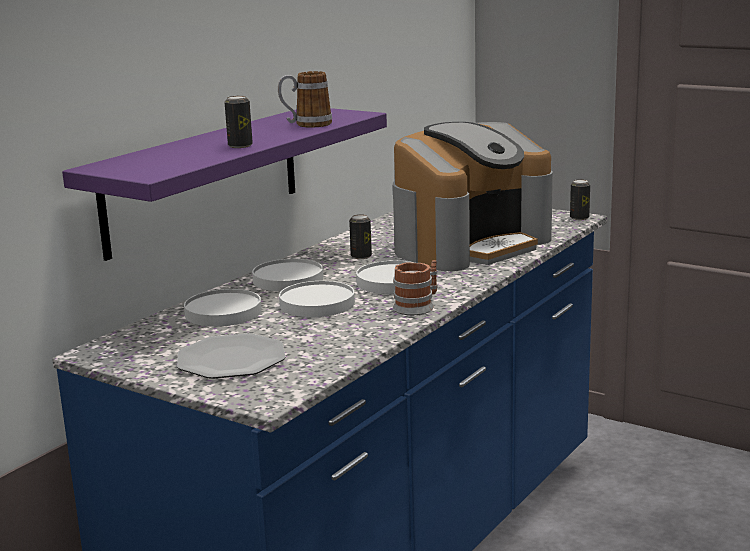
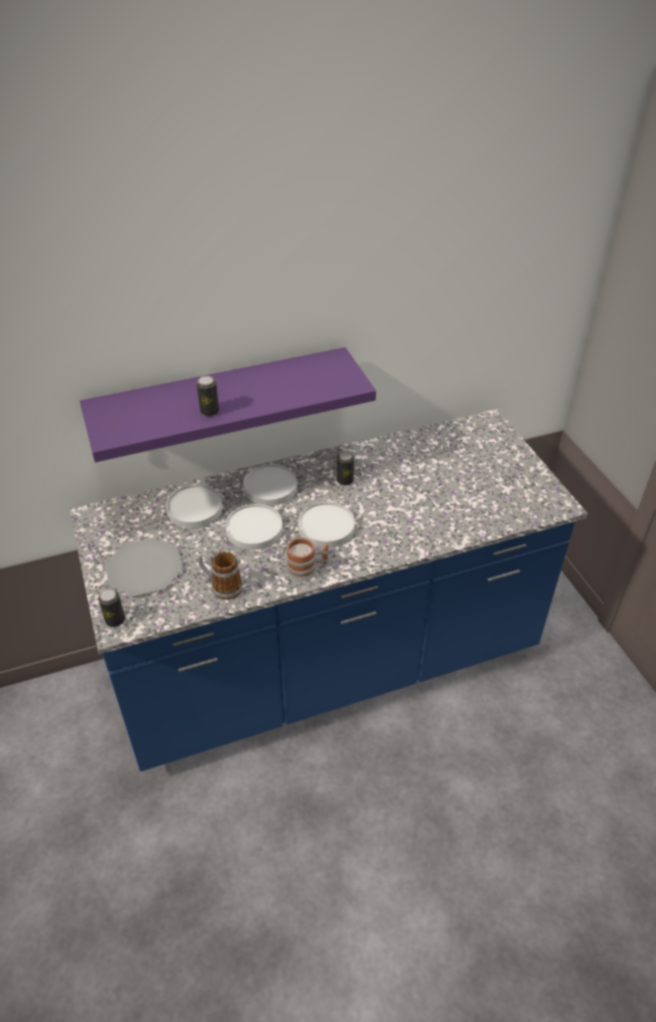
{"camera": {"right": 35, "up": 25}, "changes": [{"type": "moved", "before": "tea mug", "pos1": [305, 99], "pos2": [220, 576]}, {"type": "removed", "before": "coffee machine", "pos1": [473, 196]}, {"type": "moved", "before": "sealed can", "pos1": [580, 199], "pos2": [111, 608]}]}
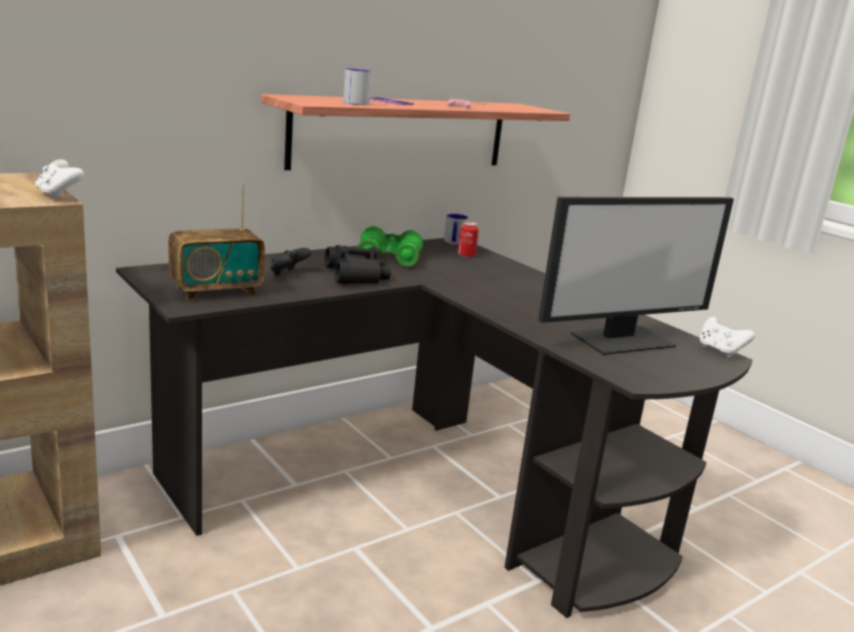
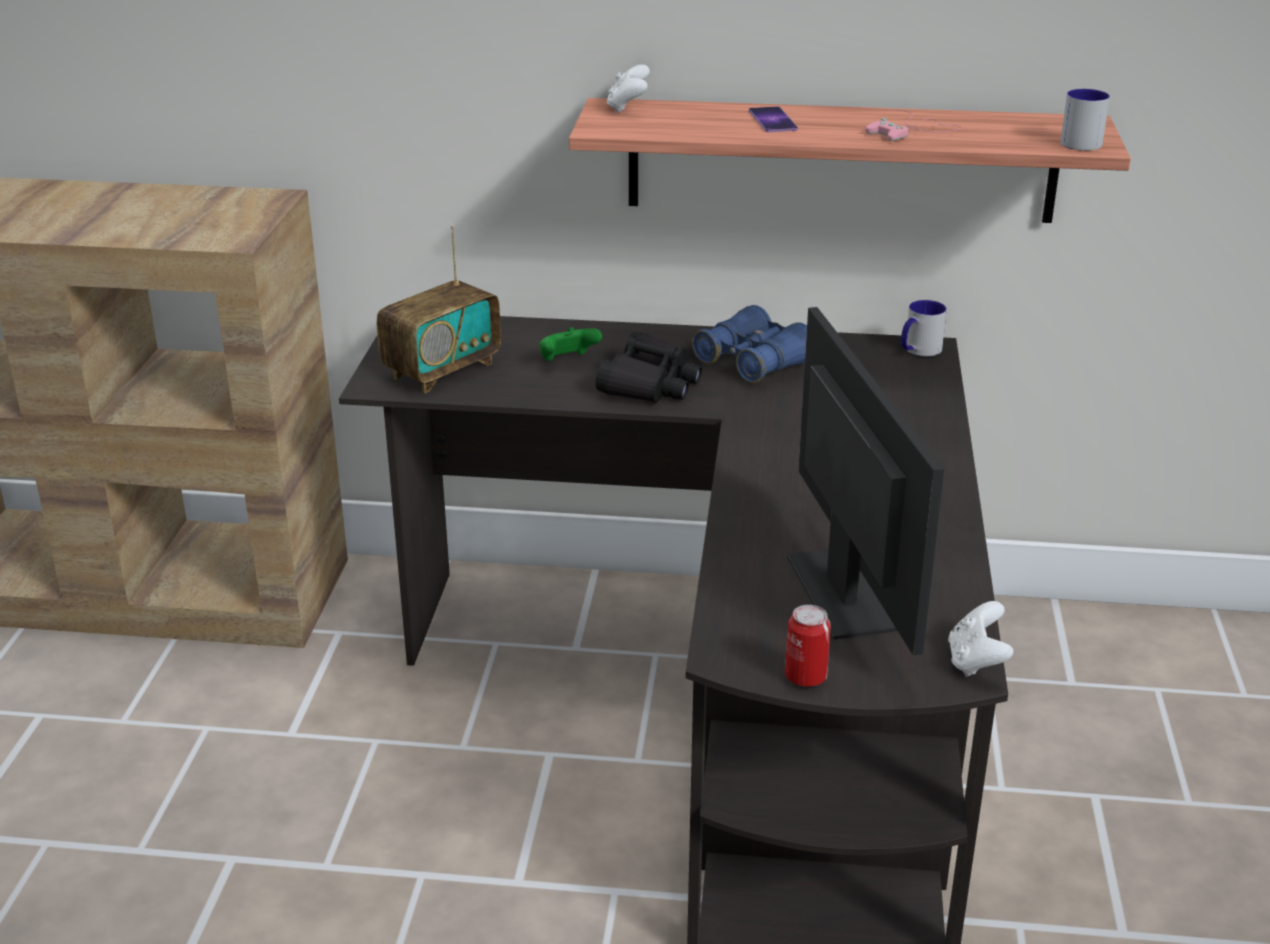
{"camera": {"right": 45, "up": 10}, "changes": [{"type": "moved", "before": "white game controller", "pos1": [59, 179], "pos2": [628, 88]}, {"type": "turned", "before": "radio set", "pos1": [216, 241], "pos2": [439, 309], "turn": -60}, {"type": "recoloured", "before": "black-coloured game controller", "after": "greenish game controller", "pos1": [290, 262], "pos2": [570, 344]}, {"type": "moved", "before": "tea mug", "pos1": [357, 87], "pos2": [1085, 120]}, {"type": "recoloured", "before": "greenish field glasses", "after": "blue field glasses", "pos1": [390, 246], "pos2": [749, 344]}, {"type": "moved", "before": "sealed can", "pos1": [468, 240], "pos2": [808, 646]}, {"type": "turned", "before": "computer screen", "pos1": [636, 276], "pos2": [865, 481], "turn": -120}]}
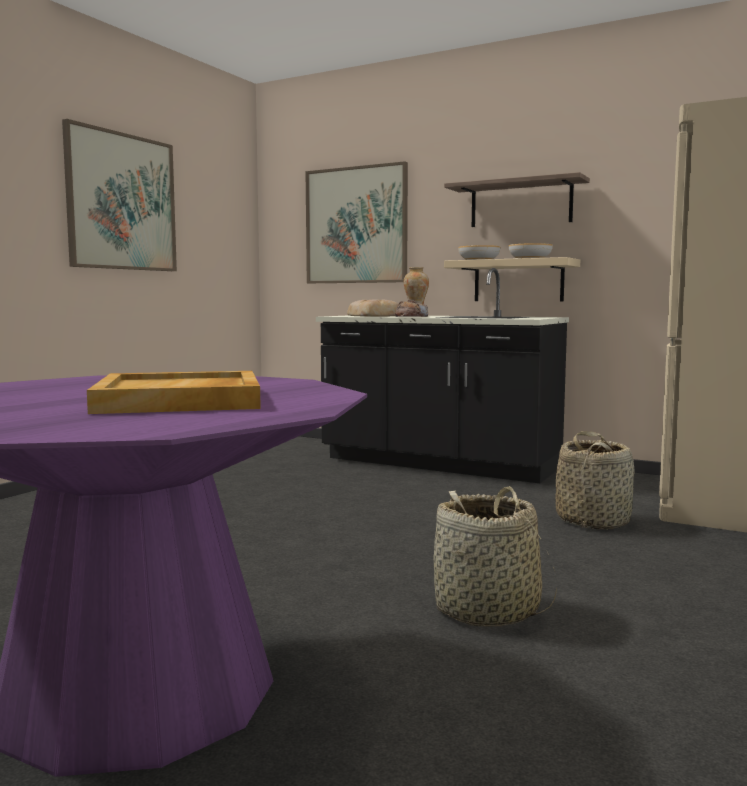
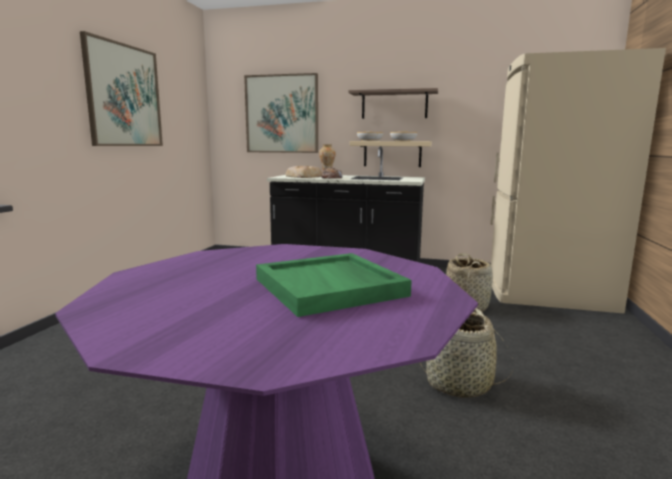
{"camera": {"right": -15, "up": 5}, "changes": [{"type": "recoloured", "before": "beige carrying tray", "after": "greenish carrying tray", "pos1": [174, 392], "pos2": [334, 285]}]}
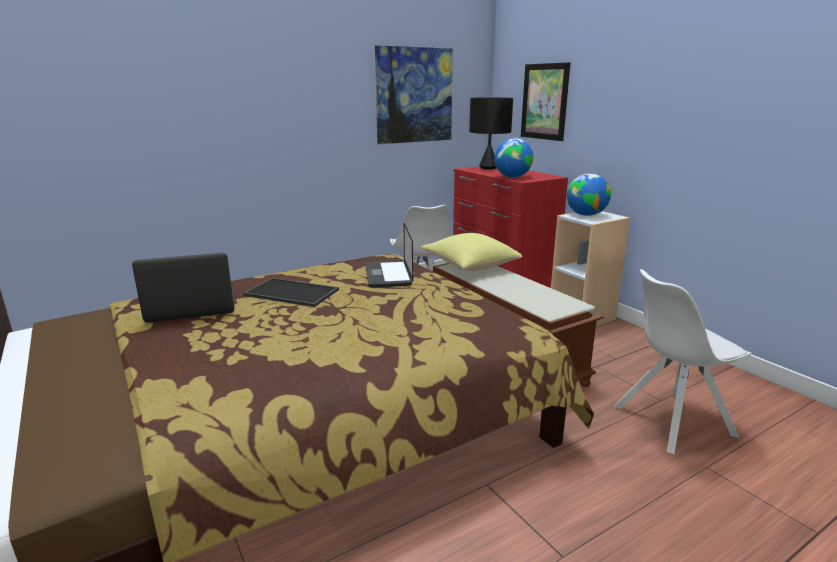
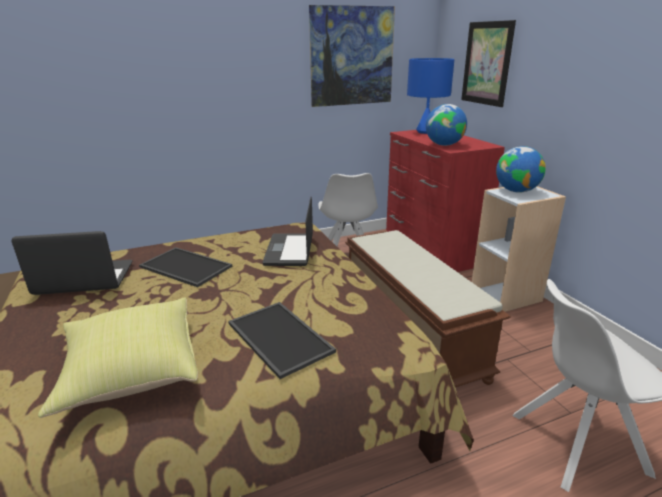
{"camera": {"right": 10, "up": 5}, "changes": [{"type": "moved", "before": "yellowish cushion", "pos1": [471, 252], "pos2": [118, 358]}, {"type": "recoloured", "before": "black-coloured lamp for a table", "after": "blue lamp for a table", "pos1": [491, 133], "pos2": [430, 96]}, {"type": "added", "after": "carrying tray", "pos2": [282, 340]}]}
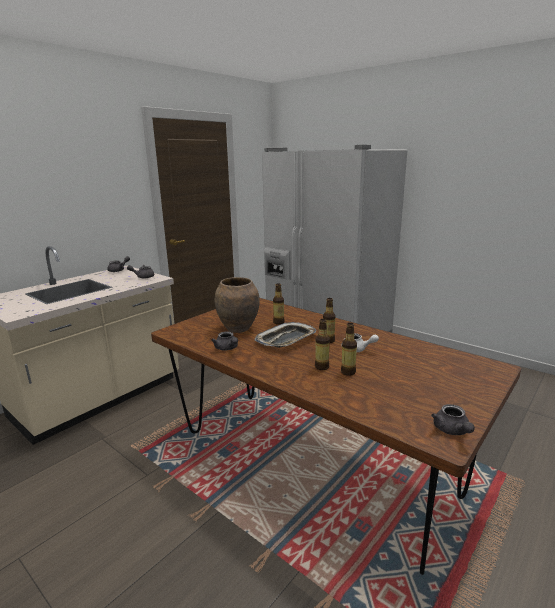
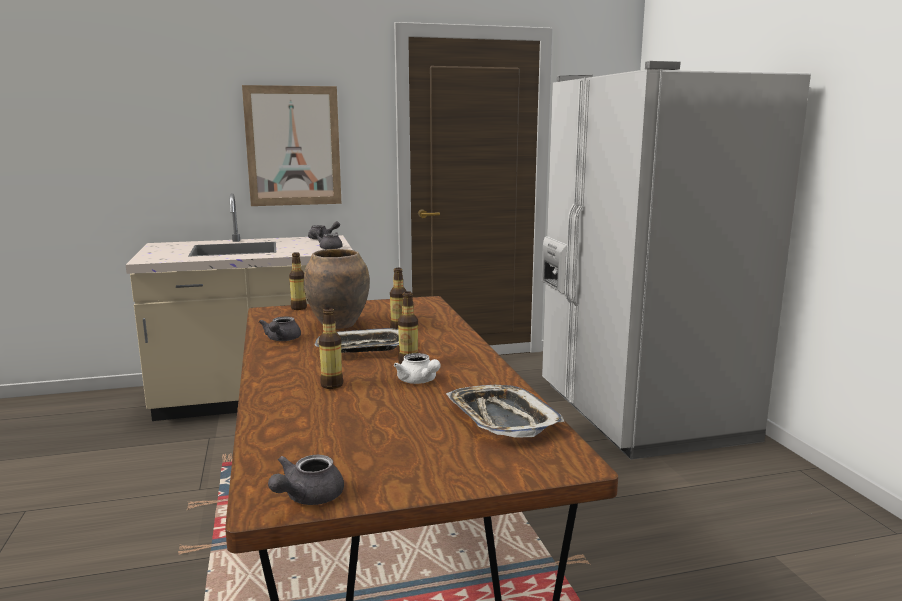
{"camera": {"right": 35, "up": -5}, "changes": [{"type": "moved", "before": "beverage bottle", "pos1": [349, 349], "pos2": [298, 281]}, {"type": "added", "after": "wall art", "pos2": [292, 145]}, {"type": "added", "after": "carrying tray", "pos2": [505, 411]}]}
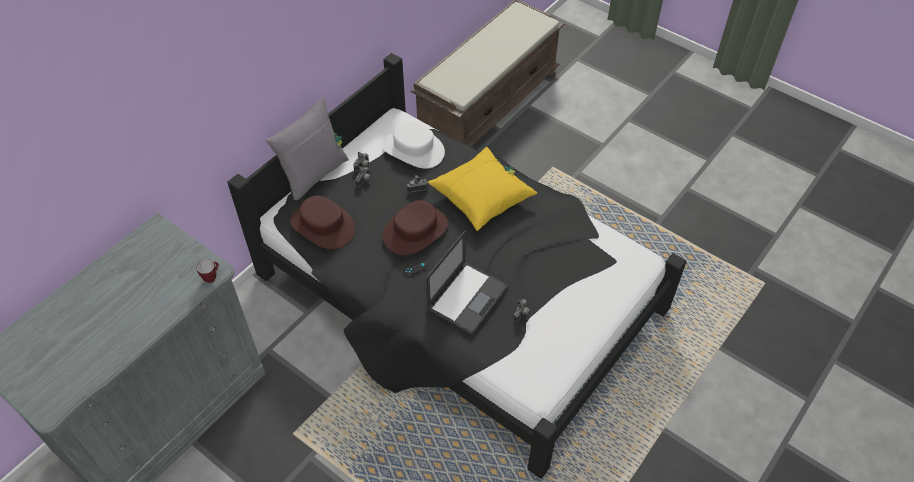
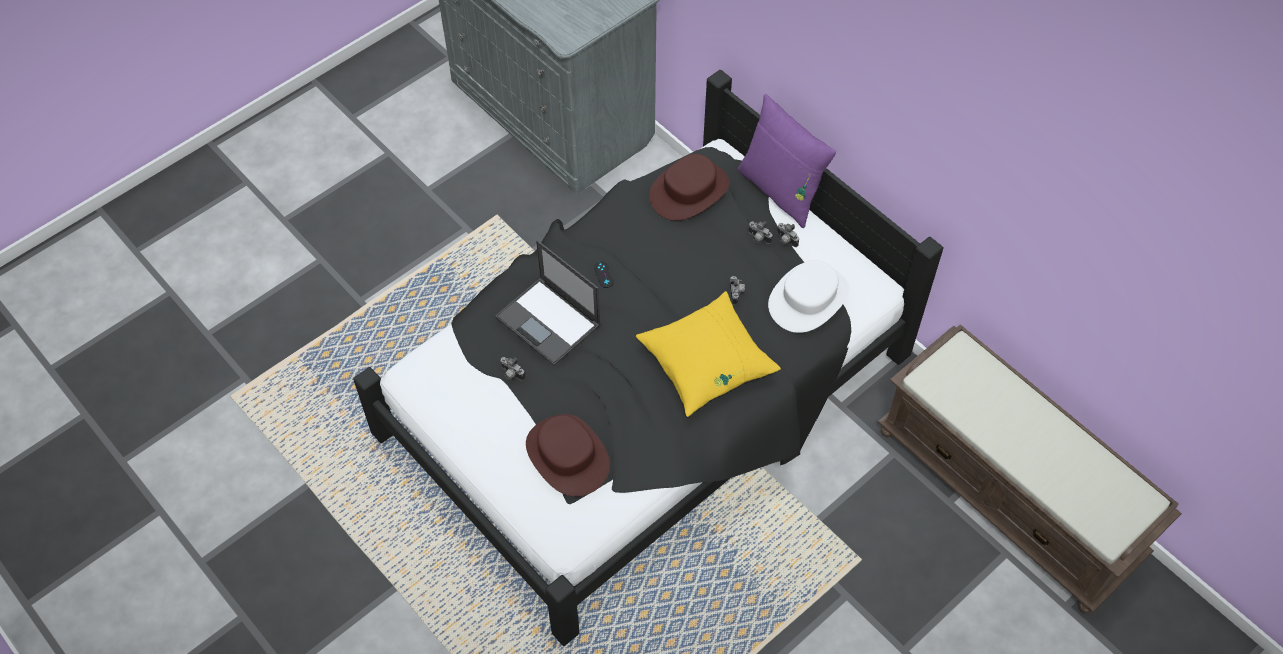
{"camera": {"right": 100, "up": 5}, "changes": [{"type": "removed", "before": "tea mug", "pos1": [207, 271]}, {"type": "recoloured", "before": "gray cushion", "after": "purplish cushion", "pos1": [307, 148], "pos2": [787, 161]}, {"type": "moved", "before": "brown-coloured clothing hat", "pos1": [415, 228], "pos2": [568, 455]}]}
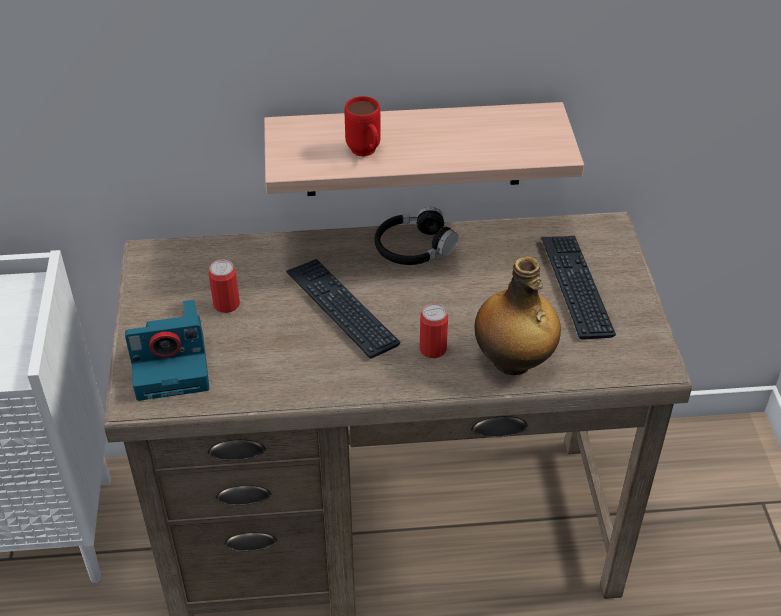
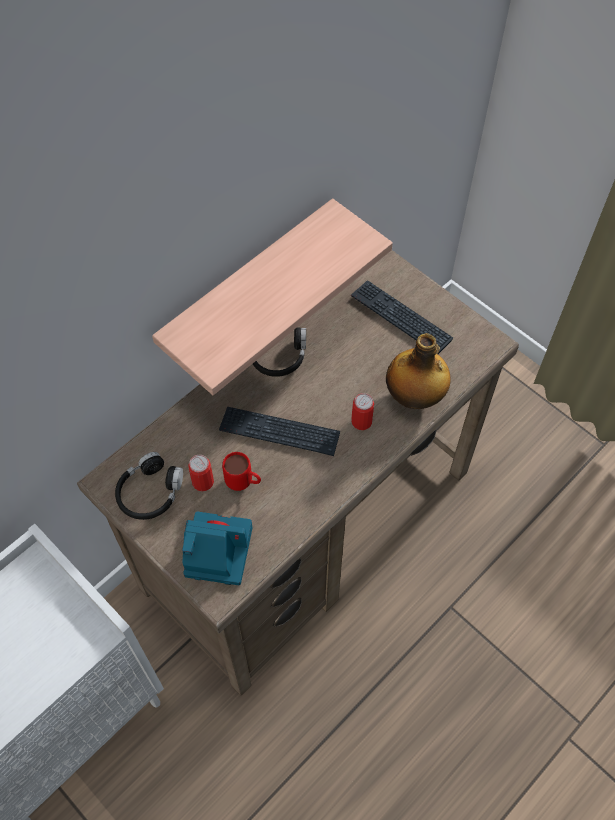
{"camera": {"right": -40, "up": 15}, "changes": [{"type": "turned", "before": "photo camera", "pos1": [167, 350], "pos2": [217, 548], "turn": -120}, {"type": "moved", "before": "red tea mug", "pos1": [363, 126], "pos2": [241, 471]}, {"type": "added", "after": "black-coloured headset", "pos2": [149, 486]}]}
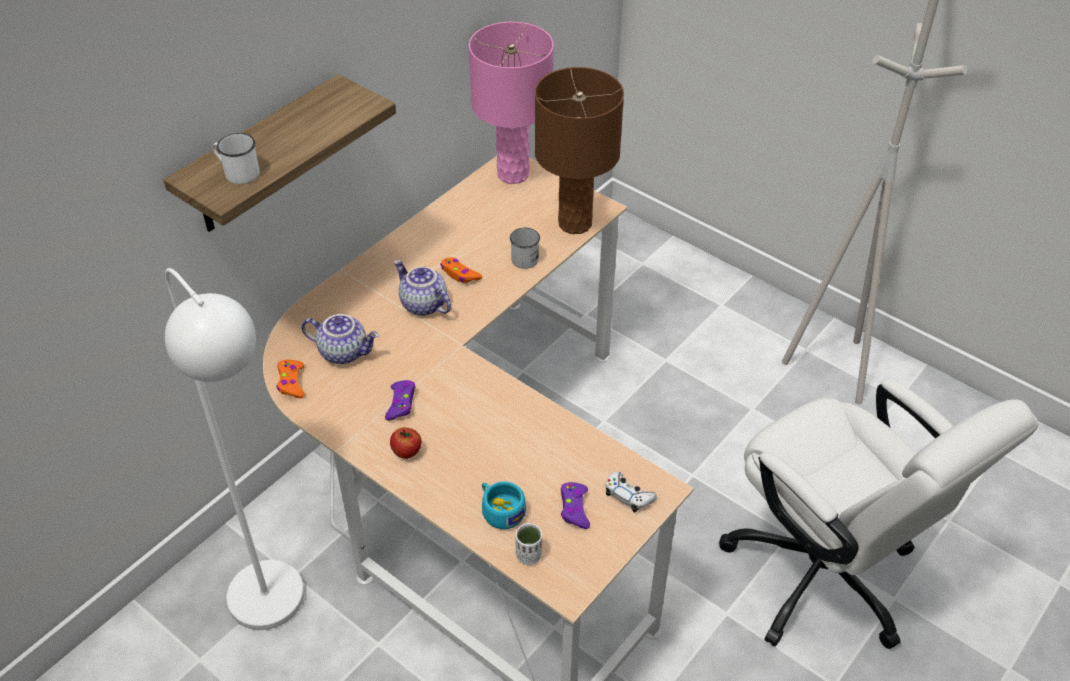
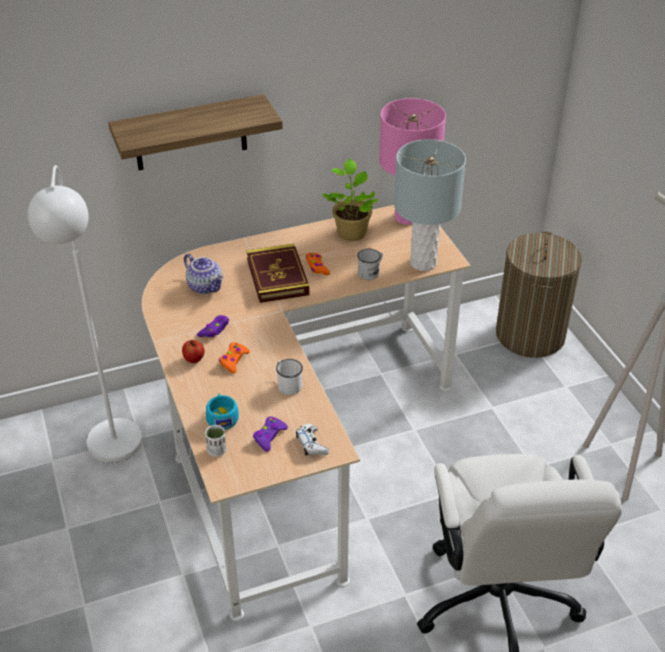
{"camera": {"right": 30, "up": -5}, "changes": [{"type": "moved", "before": "white tea mug", "pos1": [236, 158], "pos2": [289, 377]}, {"type": "moved", "before": "orange game controller", "pos1": [291, 379], "pos2": [234, 358]}, {"type": "replaced", "before": "pot for tea", "after": "book", "pos1": [422, 288], "pos2": [278, 273]}, {"type": "recoloured", "before": "brown-coloured lamp for a table", "after": "gray lamp for a table", "pos1": [579, 150], "pos2": [430, 205]}, {"type": "added", "after": "houseplant", "pos2": [350, 200]}, {"type": "added", "after": "laundry basket", "pos2": [539, 295]}]}
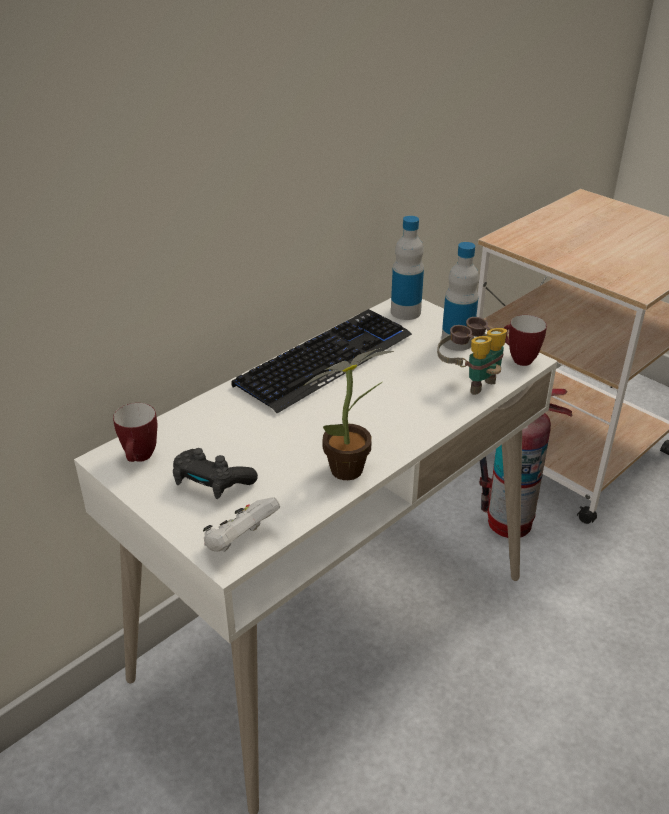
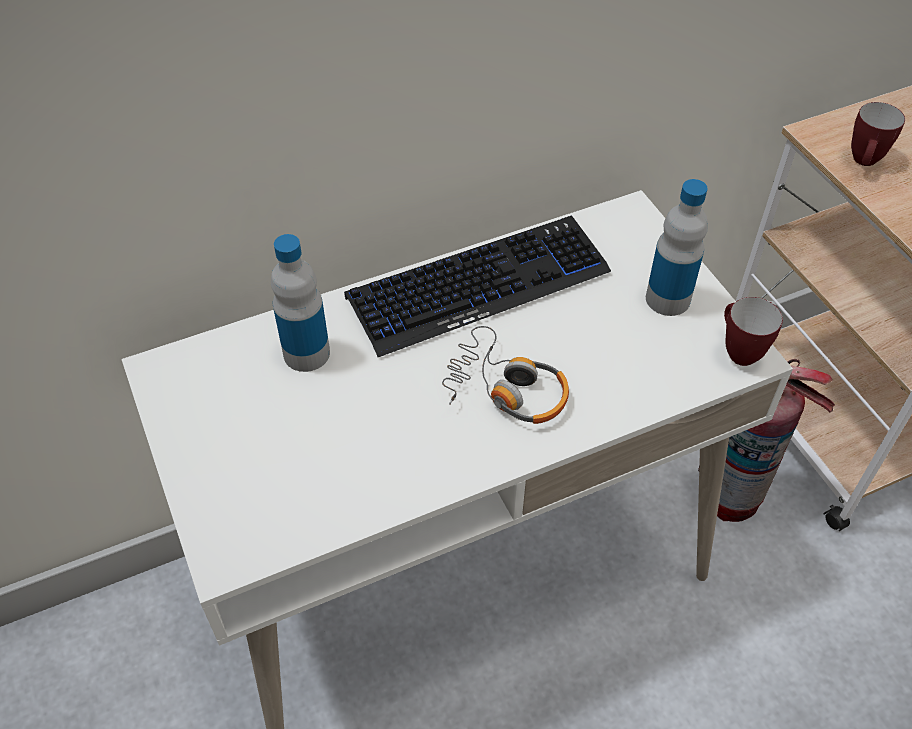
{"camera": {"right": 20, "up": 15}, "changes": [{"type": "moved", "before": "tea mug", "pos1": [135, 432], "pos2": [878, 134]}, {"type": "removed", "before": "black-coloured game controller", "pos1": [215, 473]}, {"type": "removed", "before": "white game controller", "pos1": [241, 524]}, {"type": "removed", "before": "houseplant", "pos1": [348, 414]}, {"type": "moved", "before": "beverage bottle", "pos1": [407, 268], "pos2": [300, 303]}, {"type": "removed", "before": "field glasses", "pos1": [472, 356]}, {"type": "added", "after": "headset", "pos2": [505, 375]}]}
